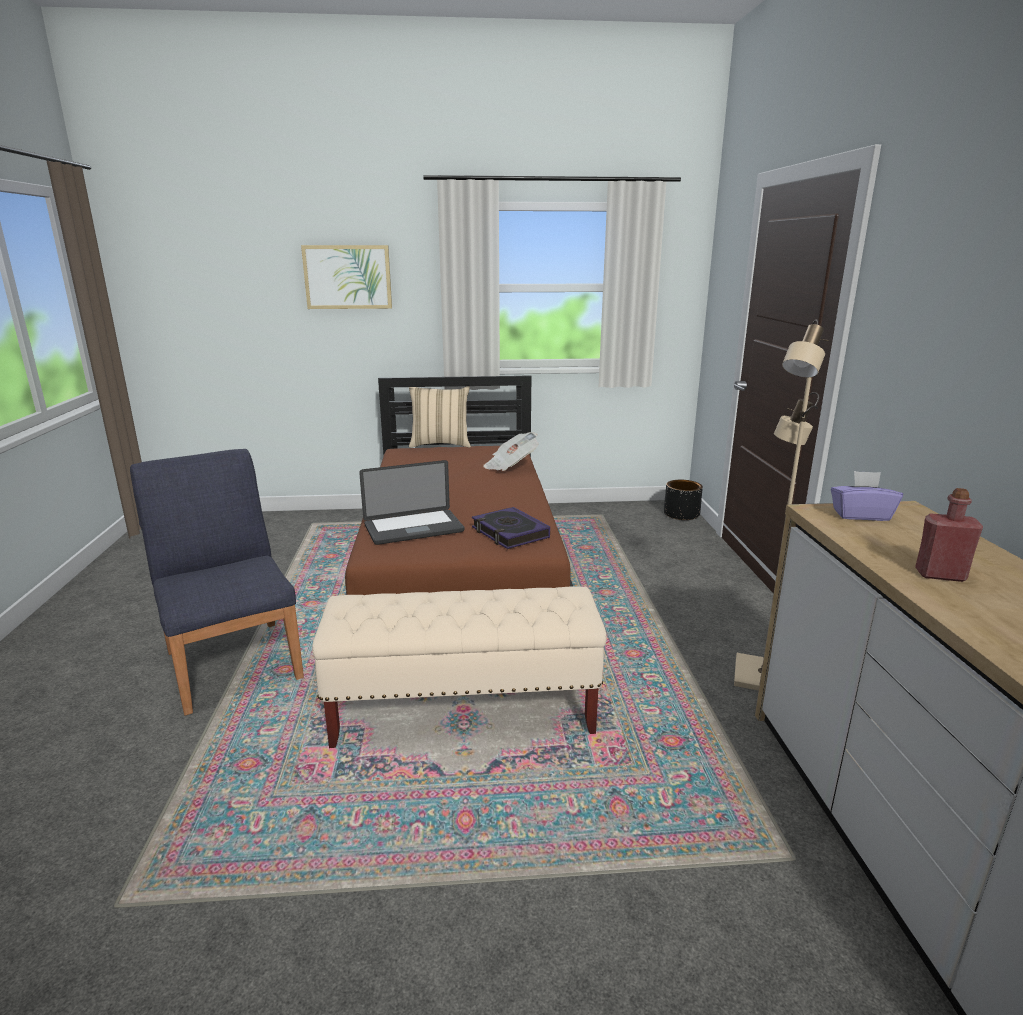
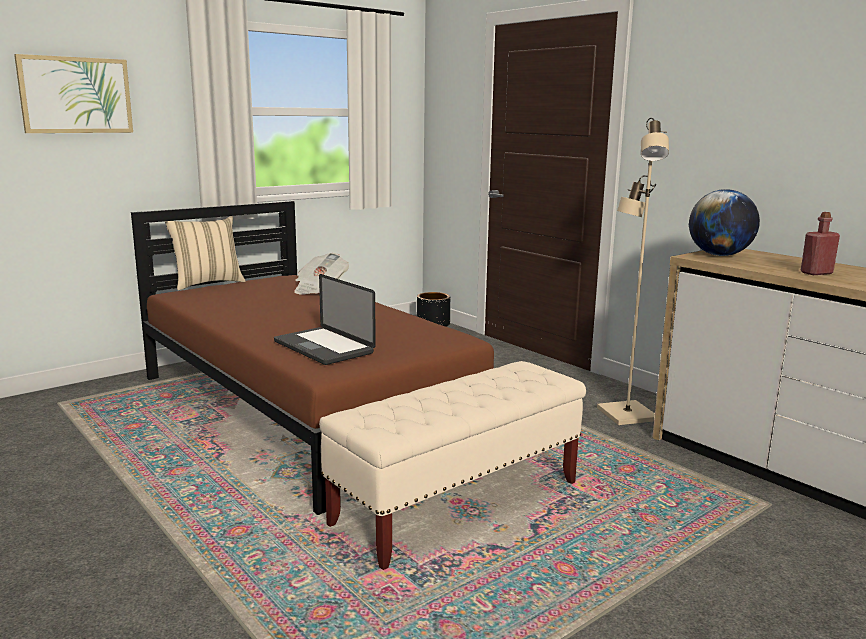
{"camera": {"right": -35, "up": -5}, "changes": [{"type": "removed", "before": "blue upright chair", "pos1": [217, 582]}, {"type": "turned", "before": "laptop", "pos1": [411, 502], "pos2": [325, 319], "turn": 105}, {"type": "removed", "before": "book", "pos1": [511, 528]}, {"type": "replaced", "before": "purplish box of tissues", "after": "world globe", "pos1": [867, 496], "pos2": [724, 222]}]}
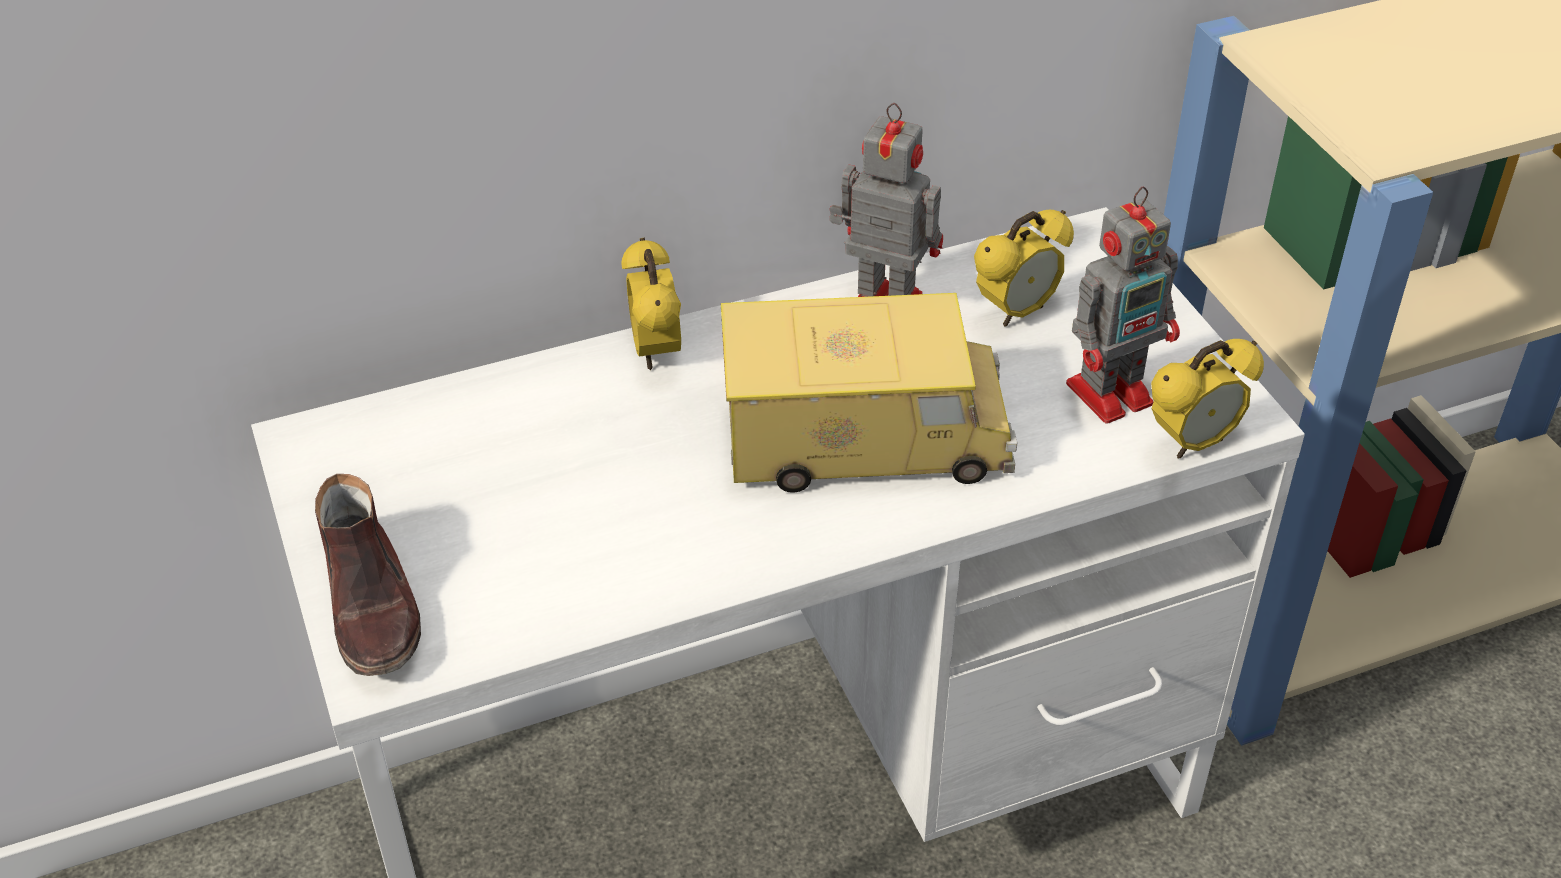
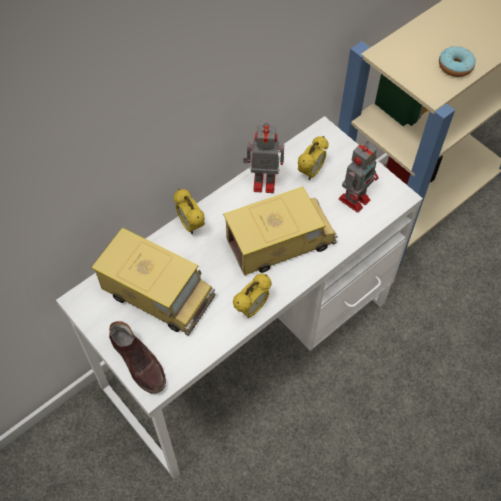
{"camera": {"right": -20, "up": 15}, "changes": [{"type": "moved", "before": "table clock", "pos1": [1207, 399], "pos2": [252, 296]}, {"type": "added", "after": "model truck", "pos2": [153, 282]}, {"type": "added", "after": "ring doughnut", "pos2": [457, 61]}]}
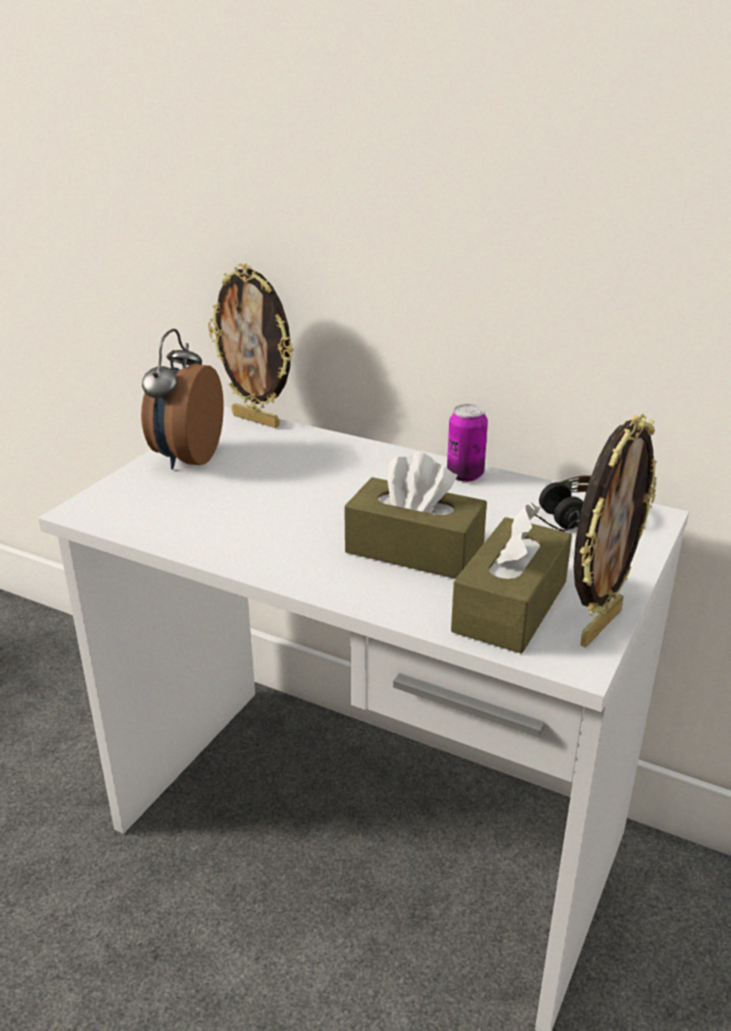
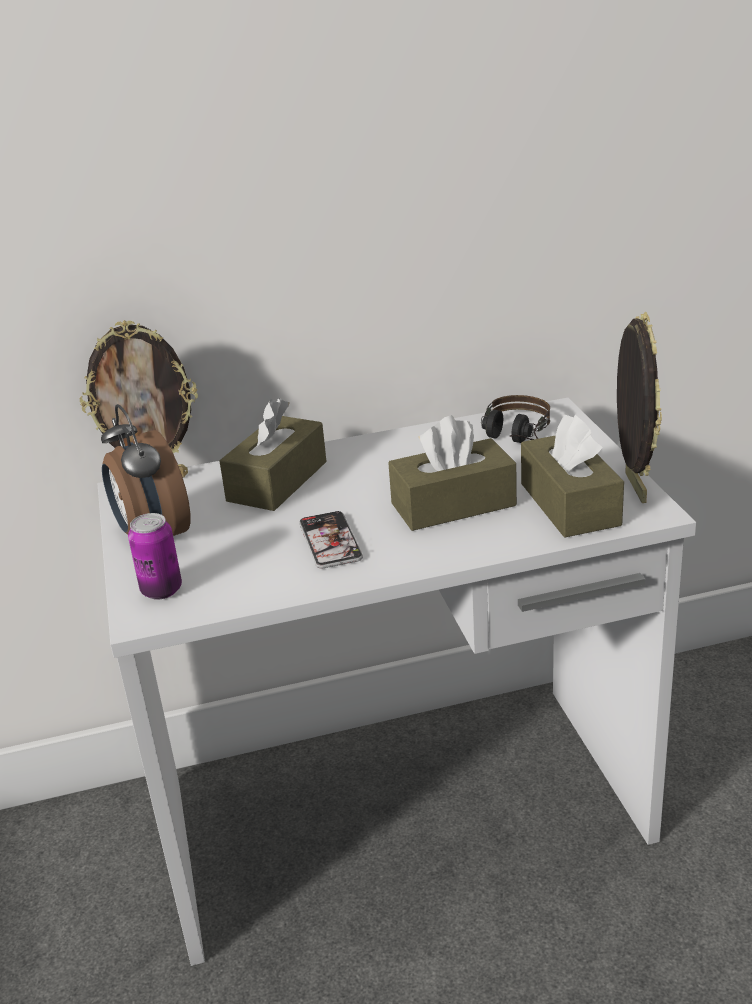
{"camera": {"right": -40, "up": 0}, "changes": [{"type": "moved", "before": "sealed can", "pos1": [467, 443], "pos2": [155, 556]}, {"type": "added", "after": "brown-coloured box of tissues", "pos2": [273, 454]}, {"type": "added", "after": "handset", "pos2": [331, 540]}]}
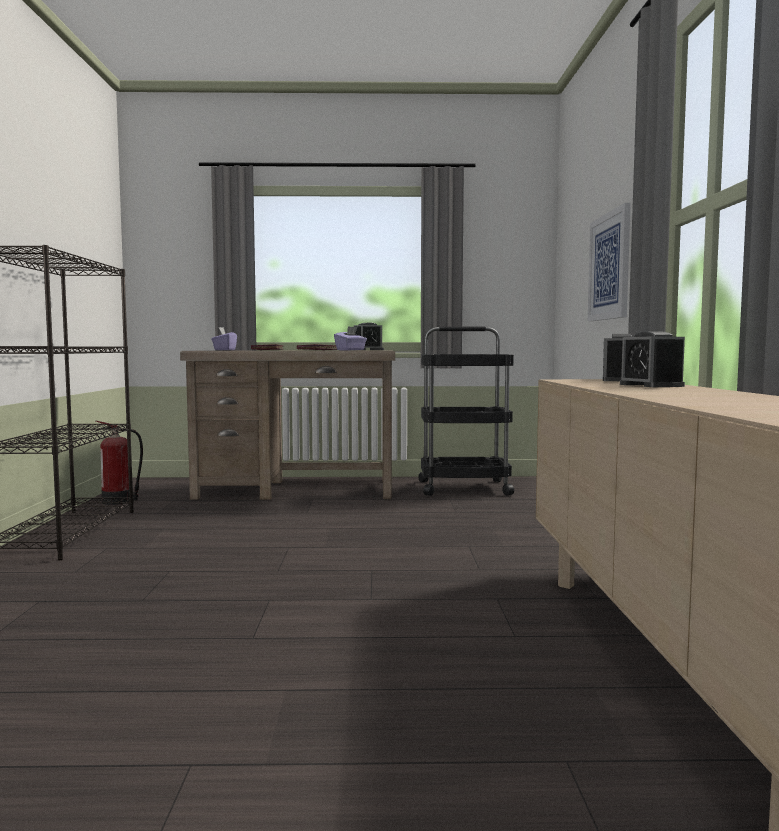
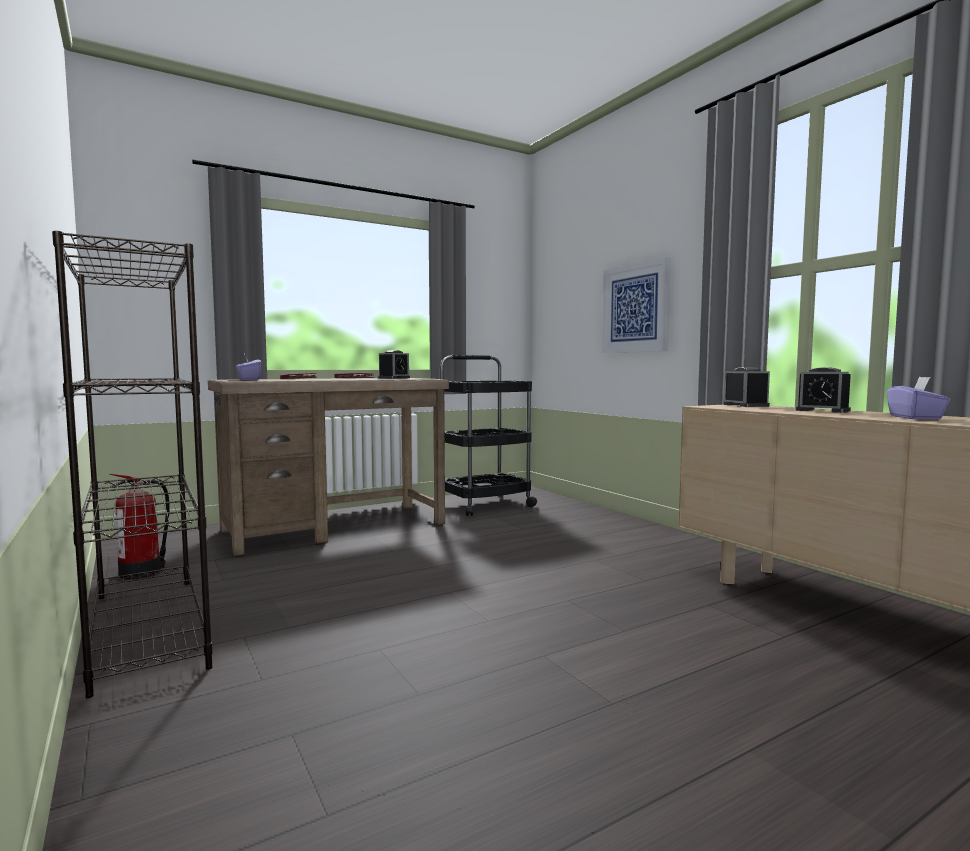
{"camera": {"right": -30, "up": 0}, "changes": [{"type": "moved", "before": "purplish box of tissues", "pos1": [350, 338], "pos2": [918, 398]}]}
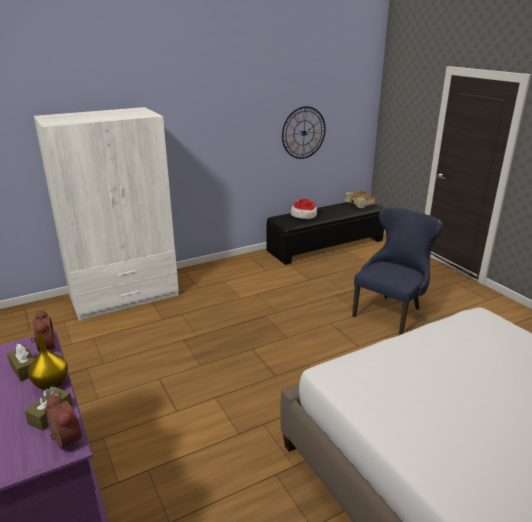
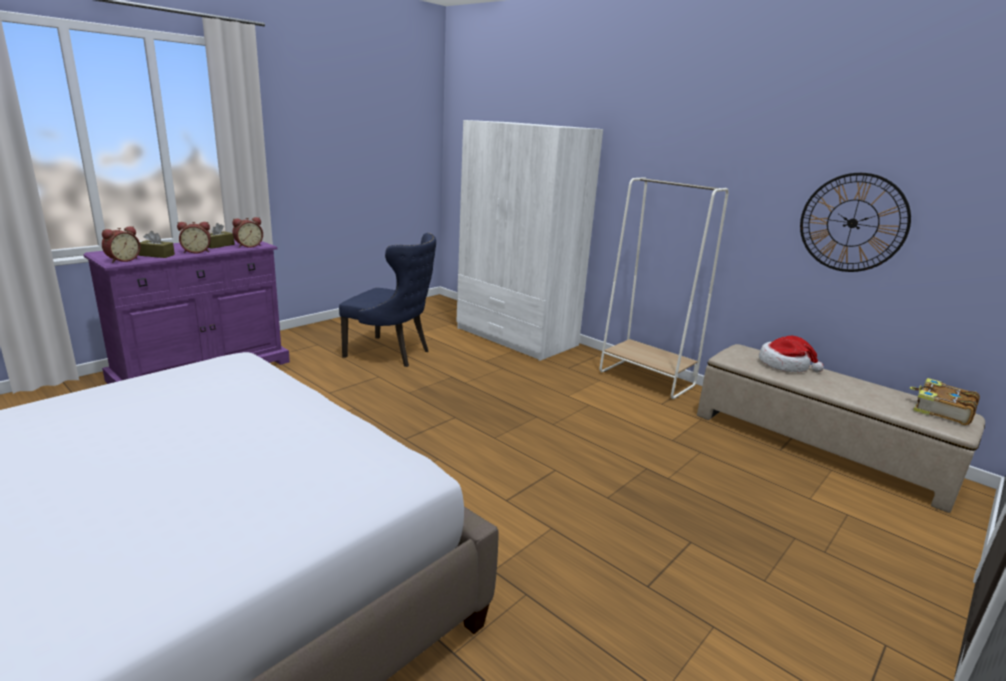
{"camera": {"right": 70, "up": -5}, "changes": [{"type": "replaced", "before": "yellowish flower vase", "after": "table clock", "pos1": [48, 362], "pos2": [194, 237]}, {"type": "recoloured", "before": "black-coloured indoor bench", "after": "beige indoor bench", "pos1": [325, 233], "pos2": [841, 428]}, {"type": "moved", "before": "blue upright chair", "pos1": [397, 271], "pos2": [387, 300]}, {"type": "added", "after": "garment rack", "pos2": [664, 288]}]}
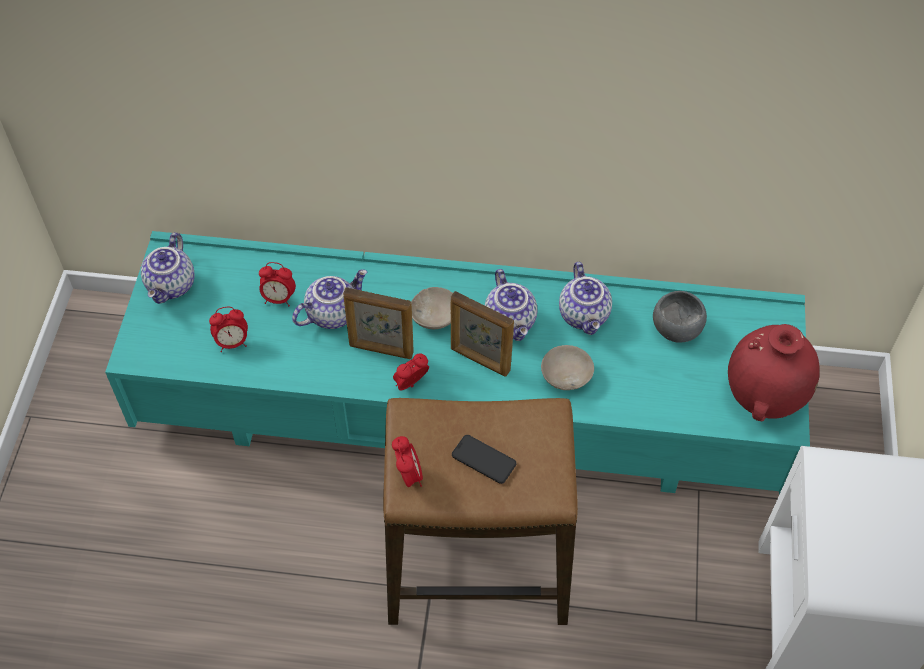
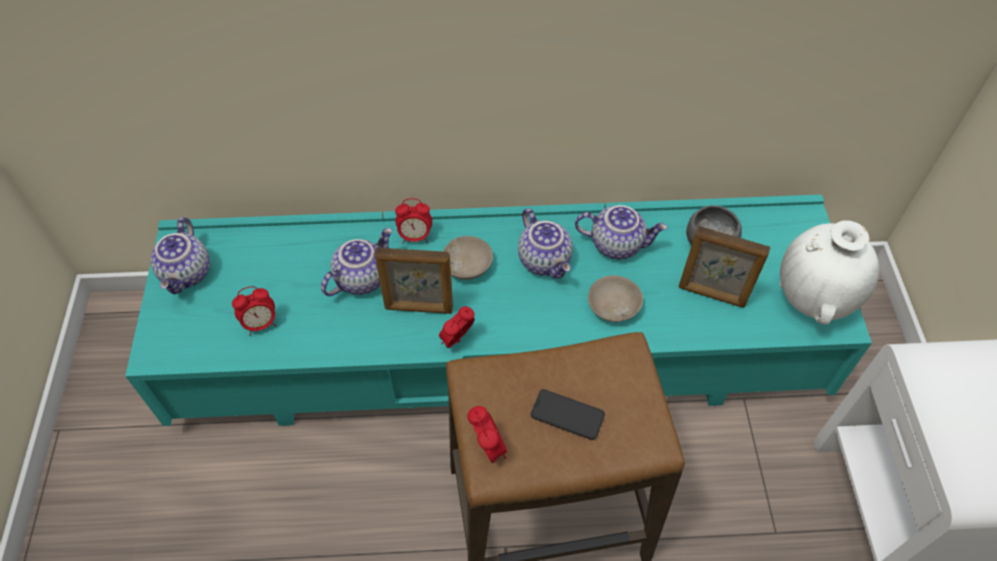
{"camera": {"right": -10, "up": 0}, "changes": [{"type": "moved", "before": "table clock", "pos1": [277, 284], "pos2": [413, 221]}, {"type": "moved", "before": "photo frame", "pos1": [482, 333], "pos2": [725, 267]}, {"type": "turned", "before": "pot for tea", "pos1": [585, 298], "pos2": [621, 232], "turn": -60}, {"type": "recoloured", "before": "red flower vase", "after": "white flower vase", "pos1": [774, 372], "pos2": [829, 272]}]}
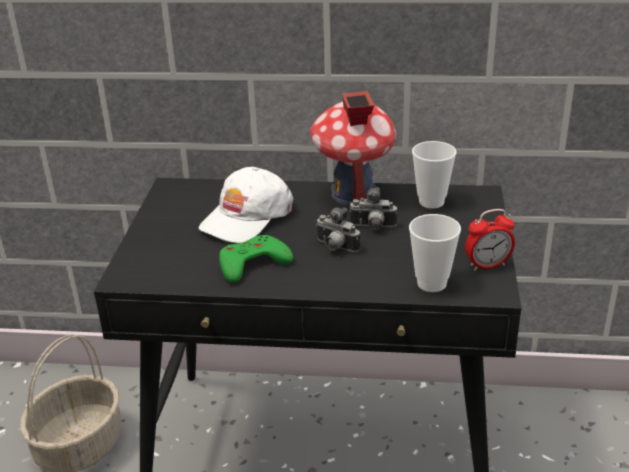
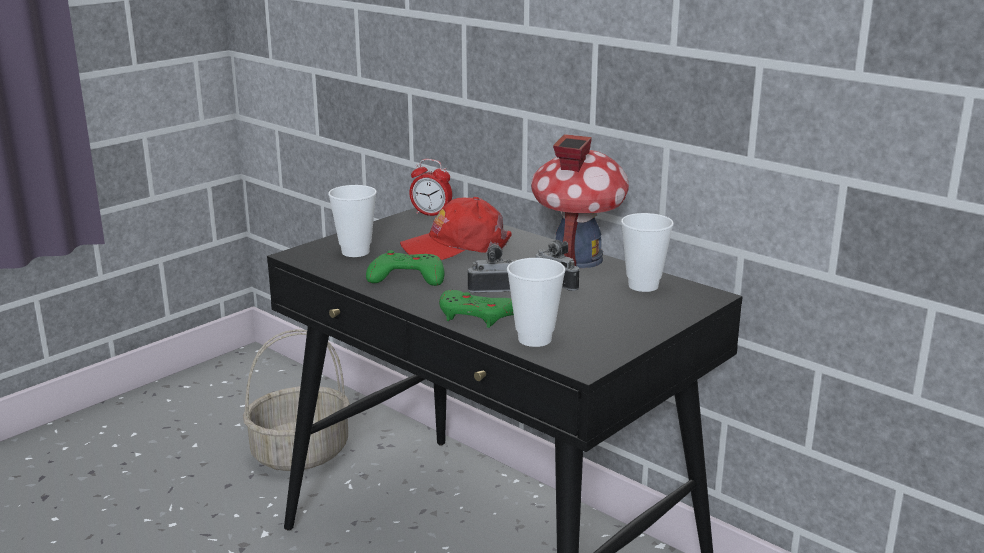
{"camera": {"right": 35, "up": -10}, "changes": [{"type": "recoloured", "before": "white peaked cap", "after": "red peaked cap", "pos1": [246, 205], "pos2": [456, 228]}, {"type": "turned", "before": "photo camera", "pos1": [338, 230], "pos2": [491, 268], "turn": 105}, {"type": "moved", "before": "table clock", "pos1": [490, 240], "pos2": [431, 187]}, {"type": "added", "after": "small cup", "pos2": [352, 221]}, {"type": "added", "after": "greenish game controller", "pos2": [476, 309]}]}
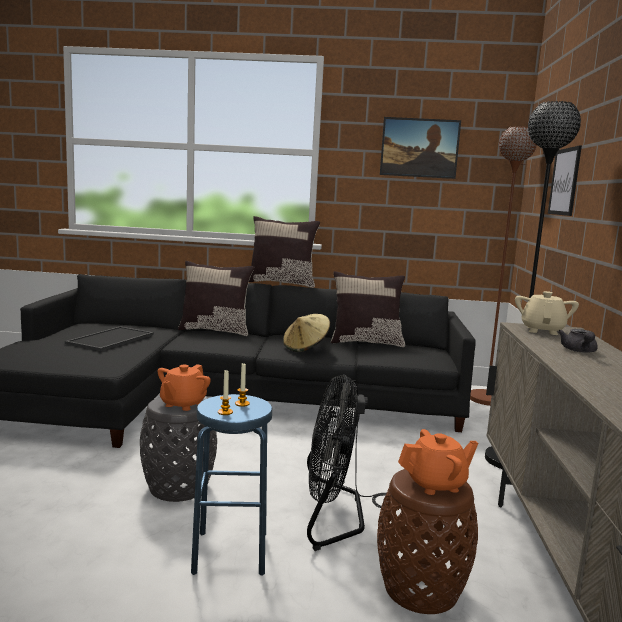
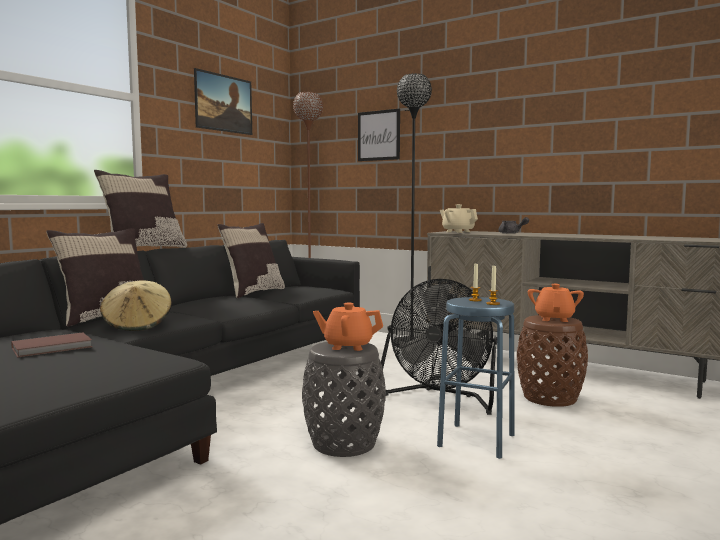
{"camera": {"right": -60, "up": -5}, "changes": [{"type": "replaced", "before": "carrying tray", "after": "brown-coloured book", "pos1": [109, 339], "pos2": [51, 345]}, {"type": "turned", "before": "orange pot for tea", "pos1": [184, 387], "pos2": [348, 327], "turn": 135}, {"type": "moved", "before": "beige clothing hat", "pos1": [306, 333], "pos2": [136, 306]}]}
